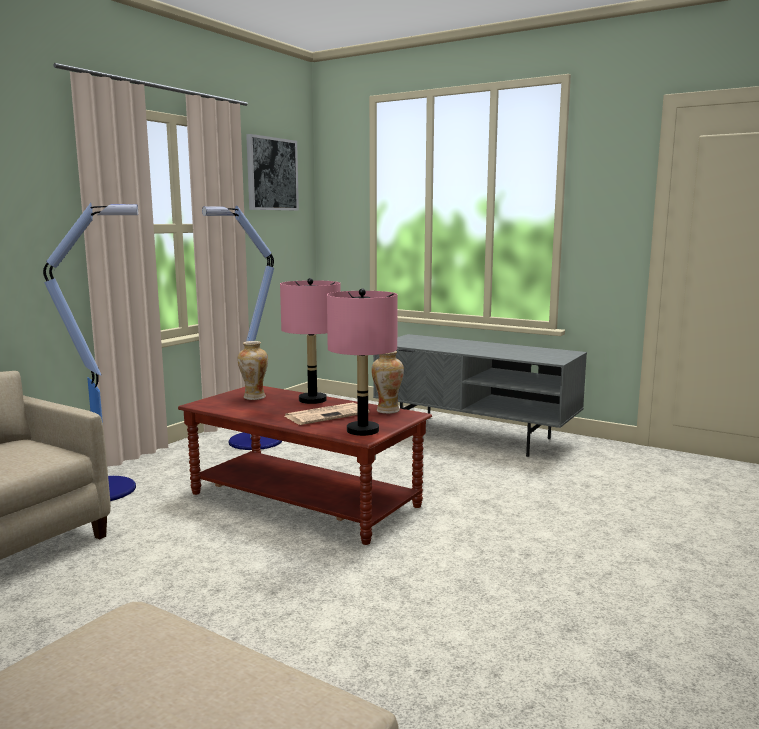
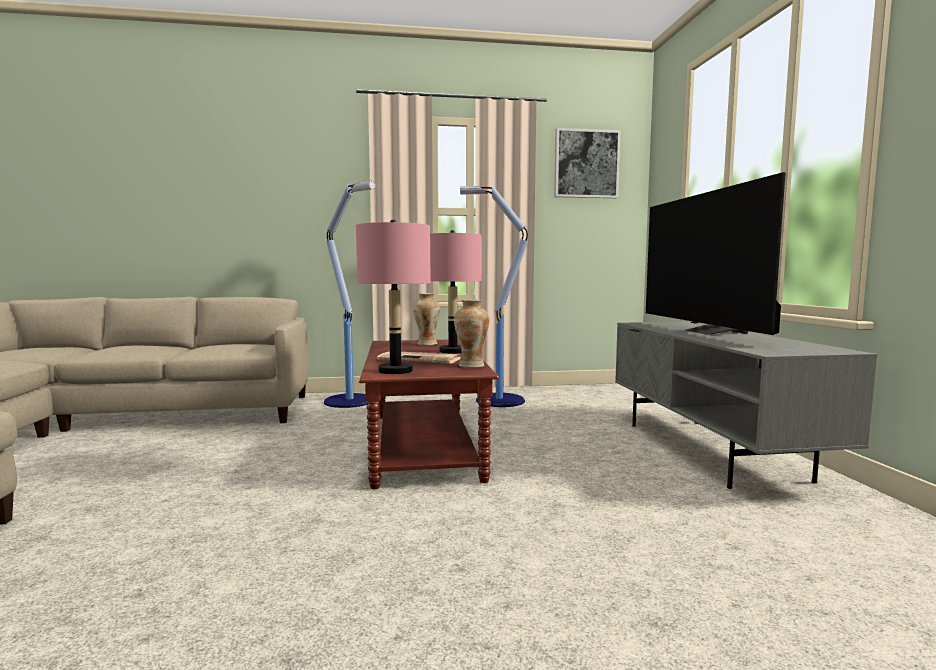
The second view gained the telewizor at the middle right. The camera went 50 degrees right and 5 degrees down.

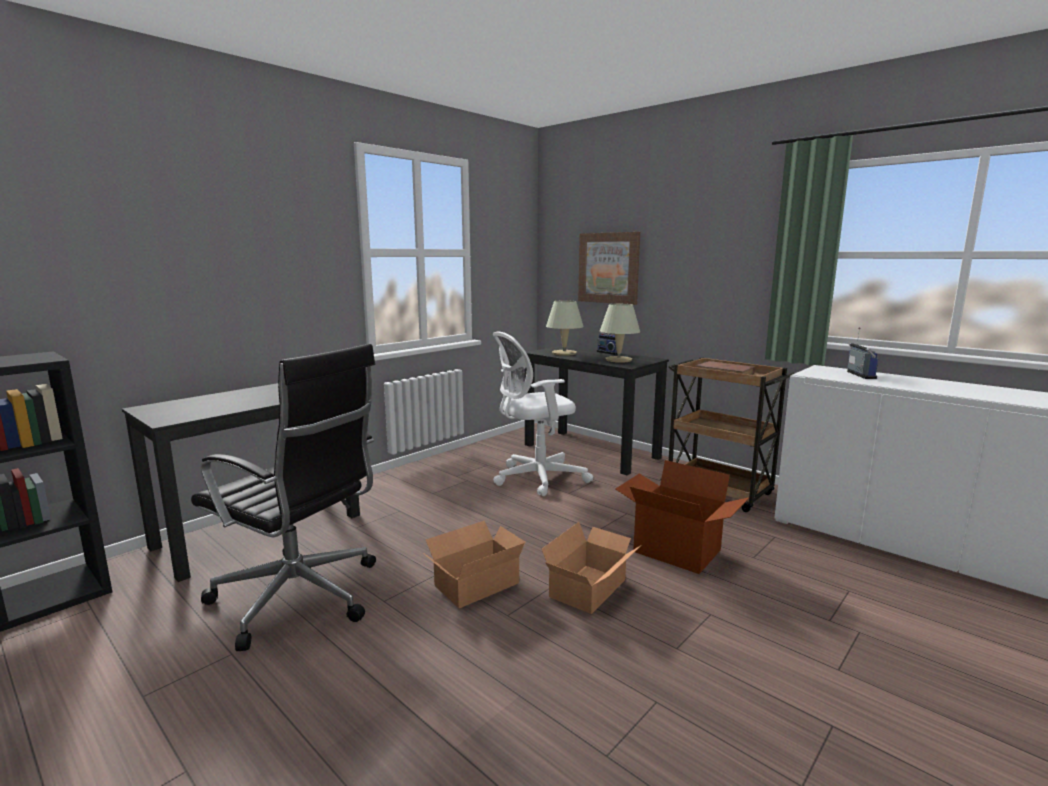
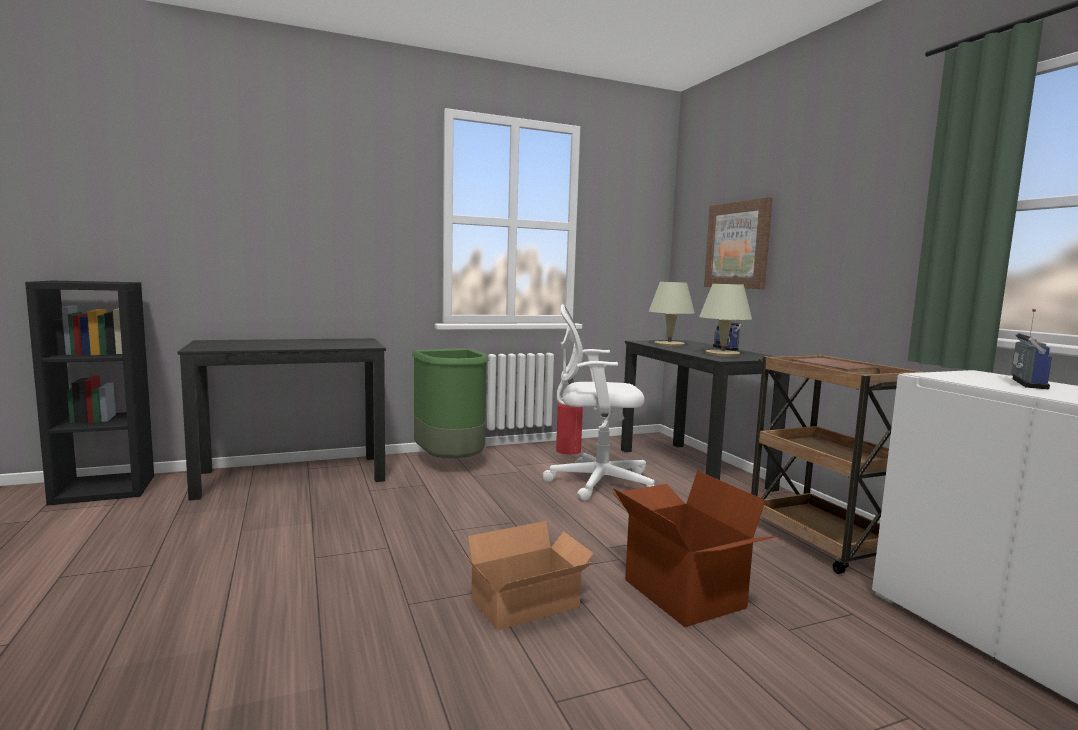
The second view lost the krzesło biurowe (czarny) at the middle left. The second view lost the karton (1st from left) at the bottom centre. The second view gained the kosz na śmieci (zielony) at the centre. The second view gained the gaśnica at the centre. The camera went 25 degrees right and 5 degrees down.

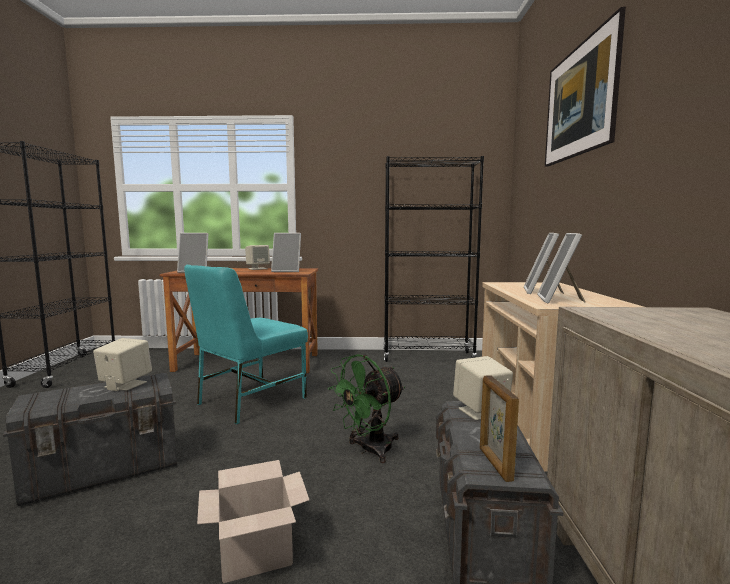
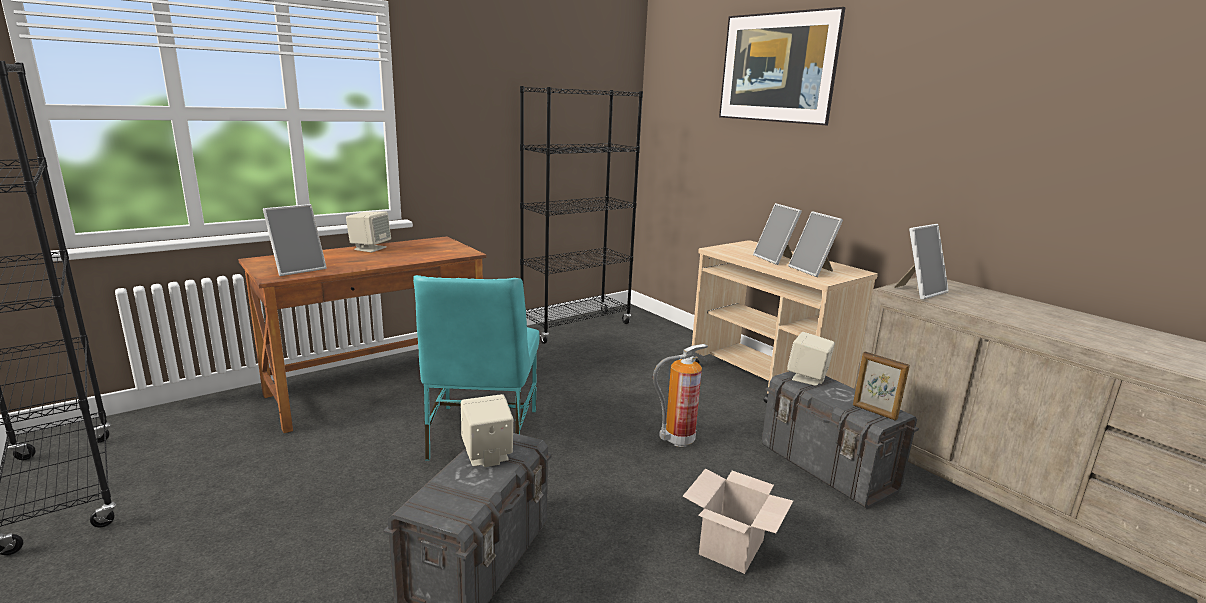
The ramka na zdjęcie (2nd from left in the first image) ended up elsewhere, having gone from the centre to the middle right. Where the wentylator (zielony) stood at the bottom centre, the gaśnica came to stand at the centre. The camera went 40 degrees left and 10 degrees up.

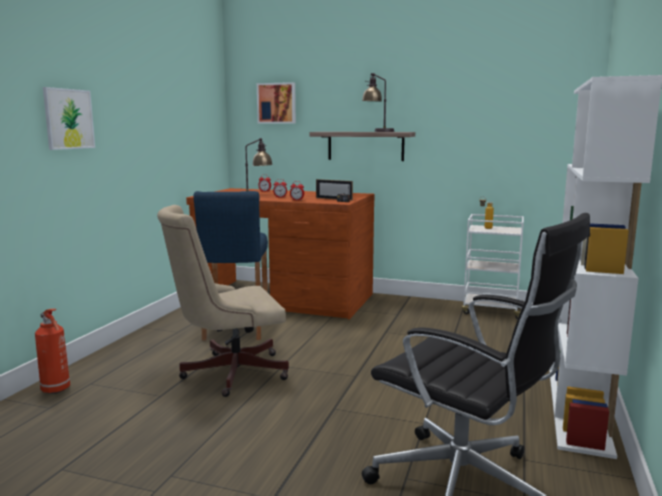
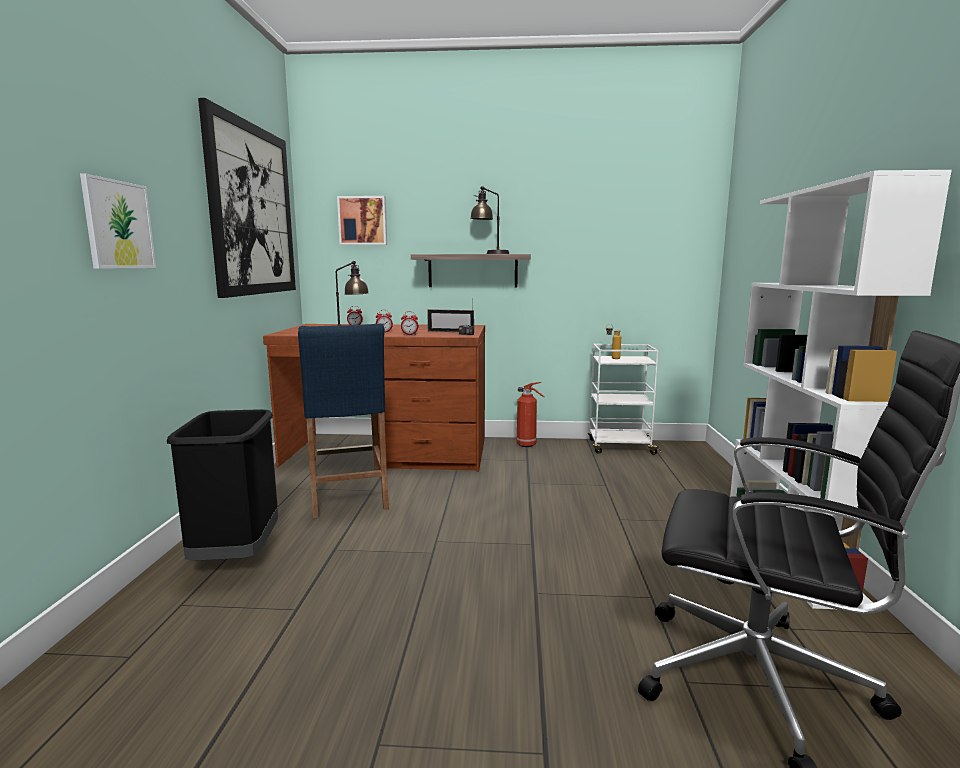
The second view lost the krzesło biurowe (beżowy) at the centre. The second view gained the kosz na śmieci (czarny) at the middle left. The second view gained the obraz (2nd from left) at the top left. The gaśnica ended up elsewhere, having gone from the bottom left to the centre. The camera went 15 degrees left and 0 degrees up.

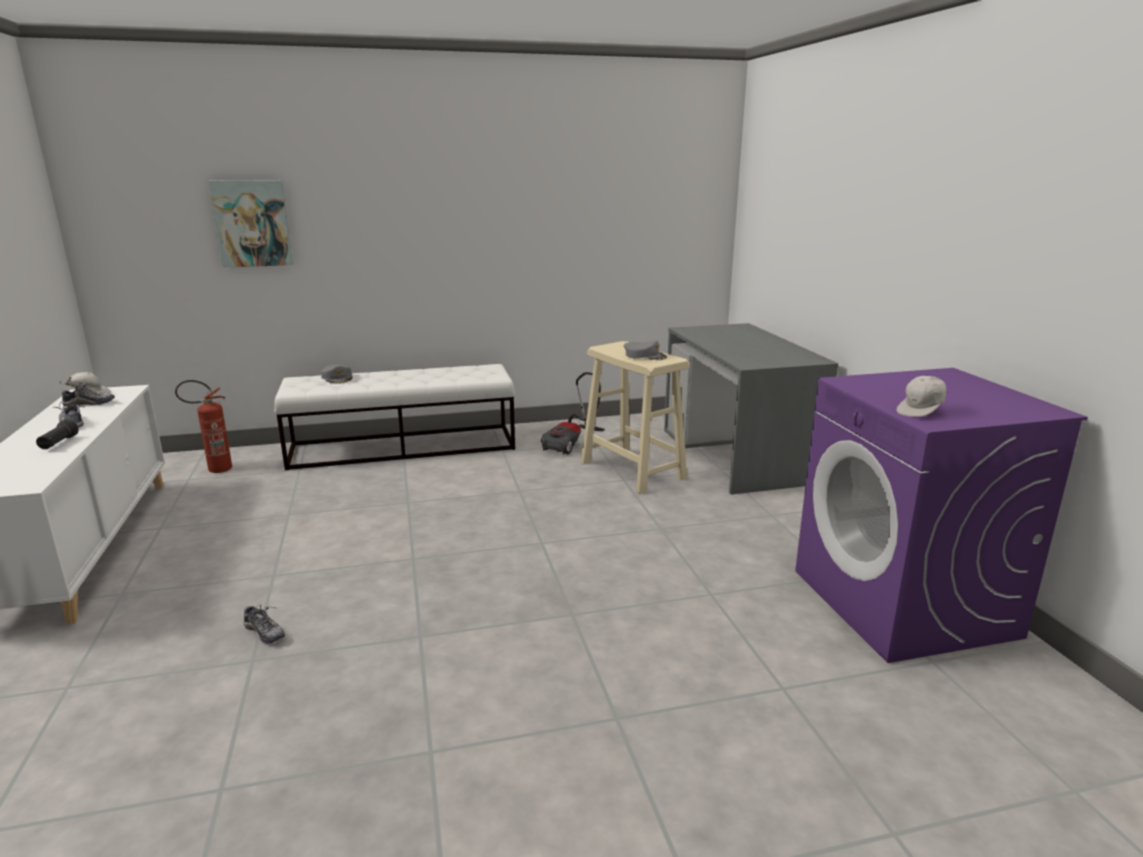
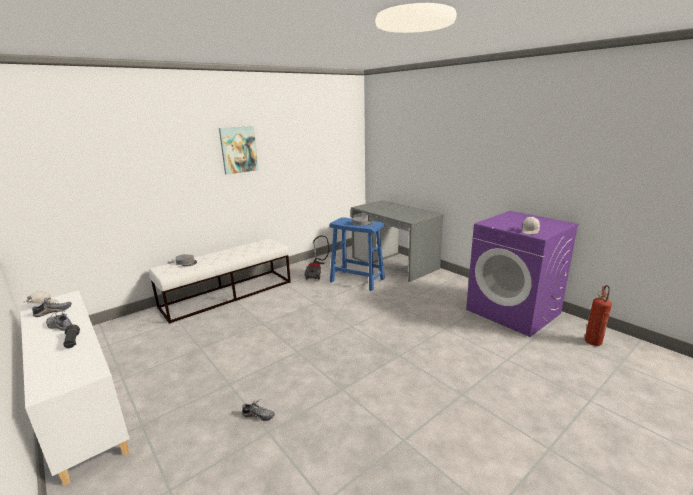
The gaśnica ended up elsewhere, having gone from the middle left to the middle right. The obraz ended up elsewhere, having gone from the top left to the top centre. What was the stołek (beżowy) at the centre turned into the stołek (niebieski) at the centre. The camera went 25 degrees left and 0 degrees up.

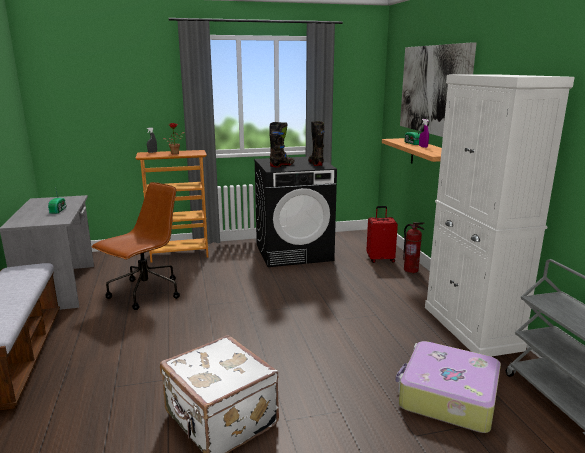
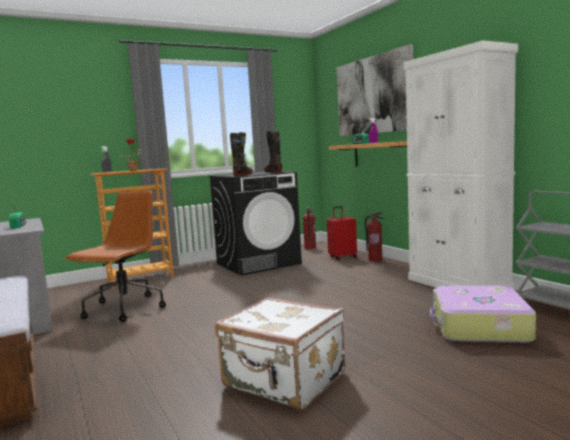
The second view gained the gaśnica (1st from left) at the centre. The camera went 15 degrees left and 10 degrees down.

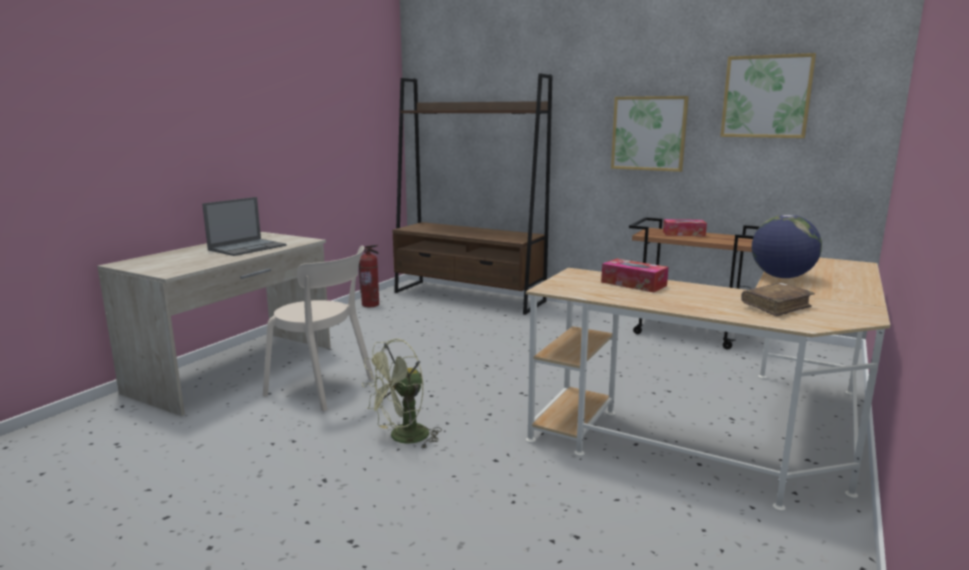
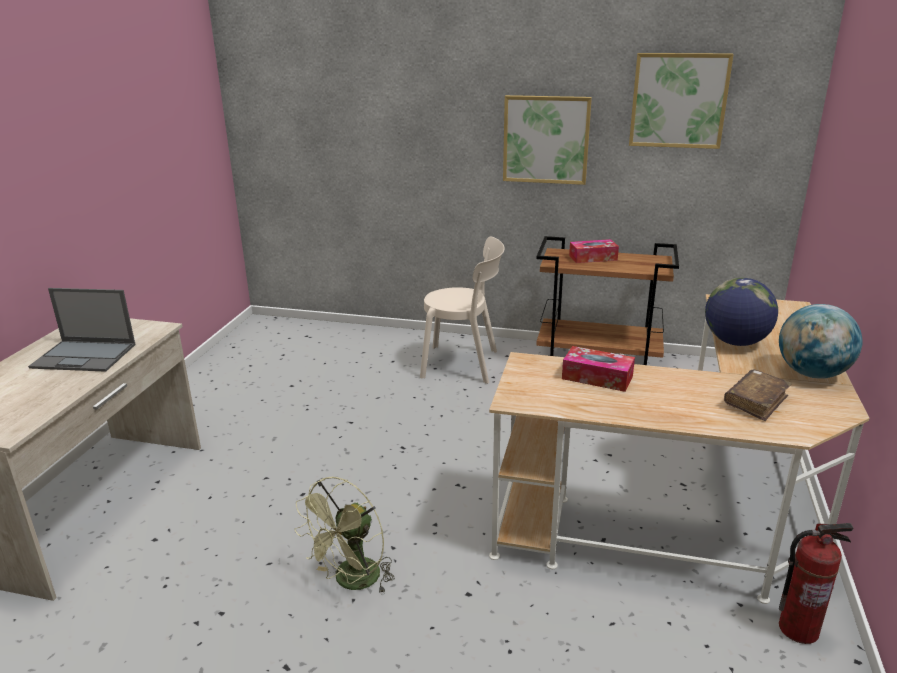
The second view lost the regał (brązowy) at the centre. The second view gained the globus (2nd from left) at the middle right. The krzesło (beżowy) ended up elsewhere, having gone from the middle left to the centre. The gaśnica ended up elsewhere, having gone from the centre to the bottom right. The laptop at the middle left ended up facing another way, 75 degrees clockwise from before. The camera went 15 degrees left and 10 degrees up.

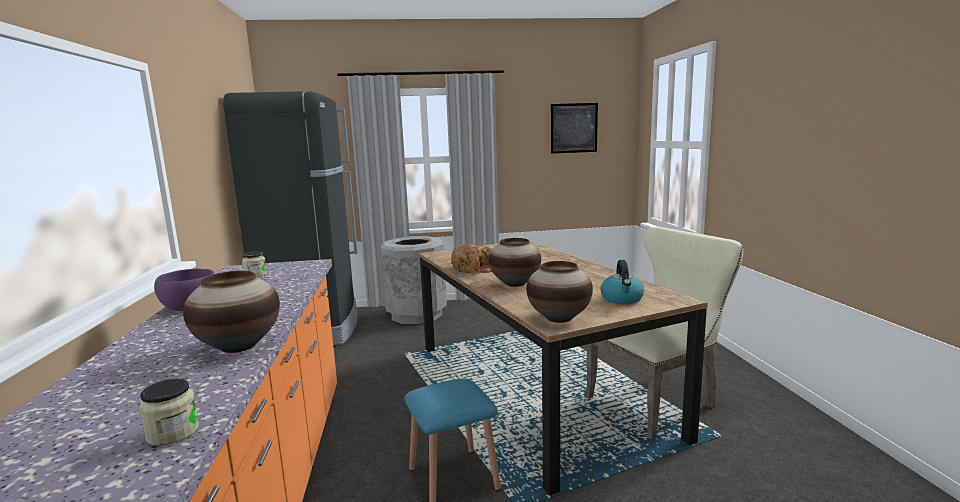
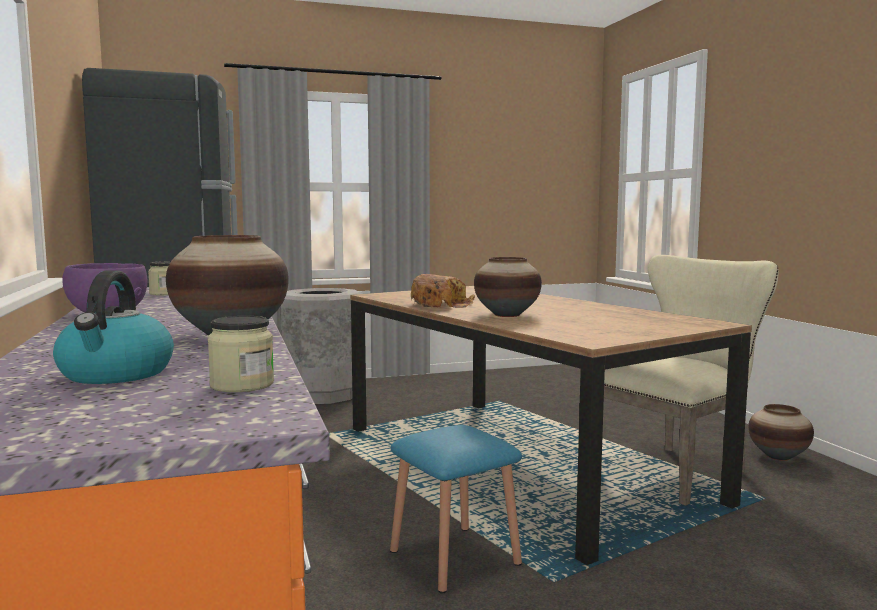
The second view lost the obraz at the top centre. The wazon (3rd from left) ended up elsewhere, having gone from the centre to the bottom right. The czajnik ended up elsewhere, having gone from the centre to the middle left. The camera went 10 degrees left and 5 degrees down.

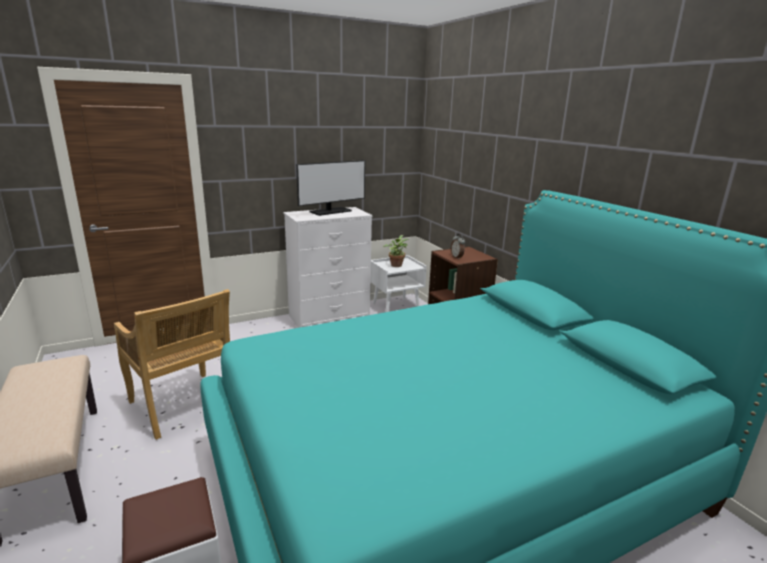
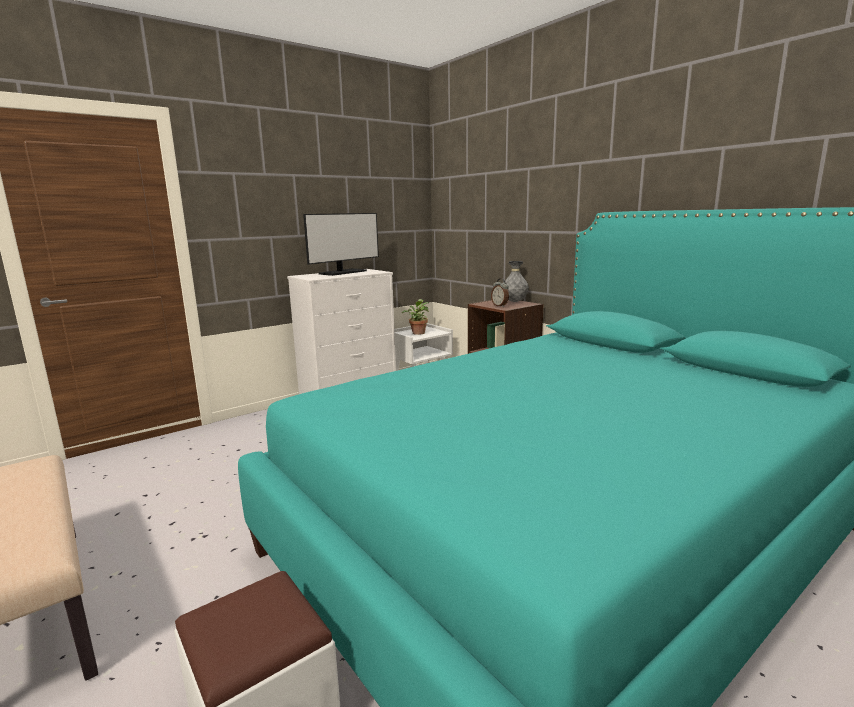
The second view lost the krzesło (beżowy) at the middle left. The second view gained the wazon (szary) at the centre. The camera went 10 degrees left and 5 degrees down.

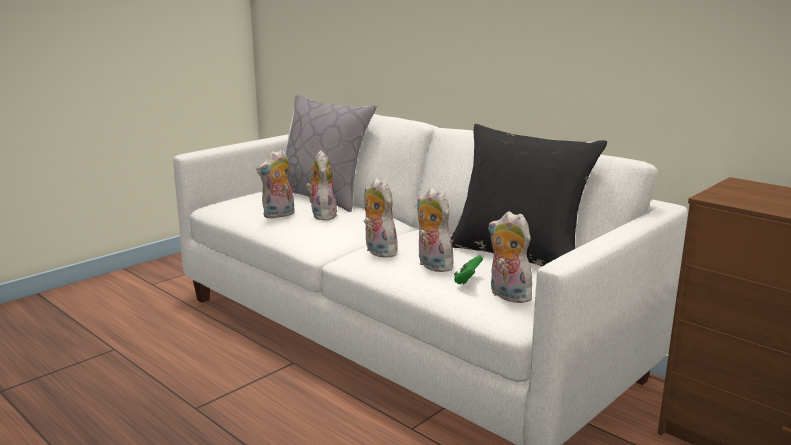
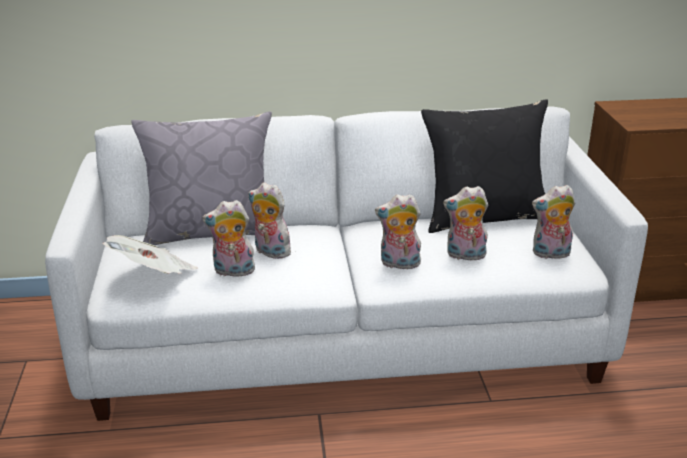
The second view lost the pad do gier (zielony) at the centre. The second view gained the gazeta at the middle left. The pluszak (1st from left) at the centre ended up facing another way, 90 degrees clockwise from before. The camera went 50 degrees left and 10 degrees up.

